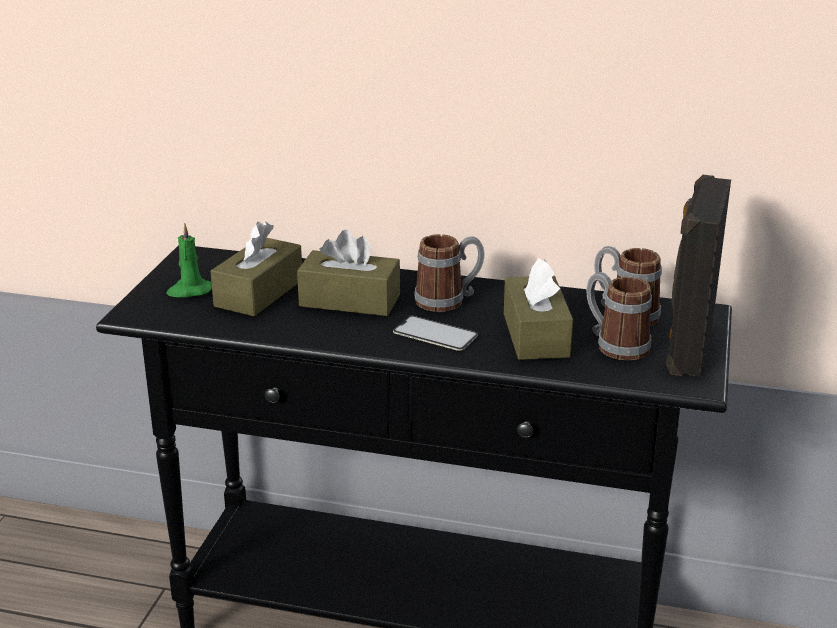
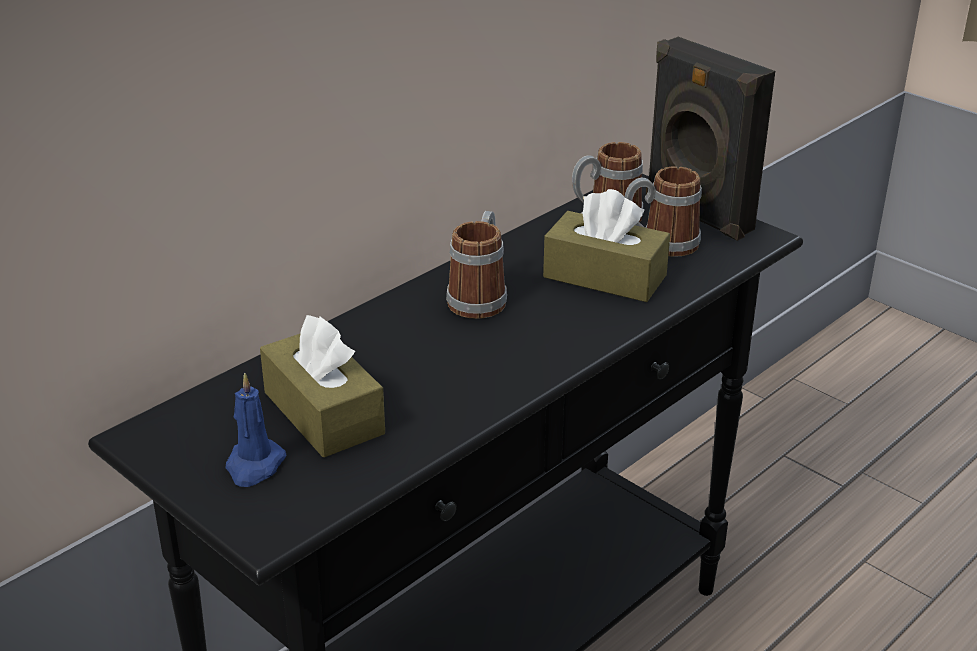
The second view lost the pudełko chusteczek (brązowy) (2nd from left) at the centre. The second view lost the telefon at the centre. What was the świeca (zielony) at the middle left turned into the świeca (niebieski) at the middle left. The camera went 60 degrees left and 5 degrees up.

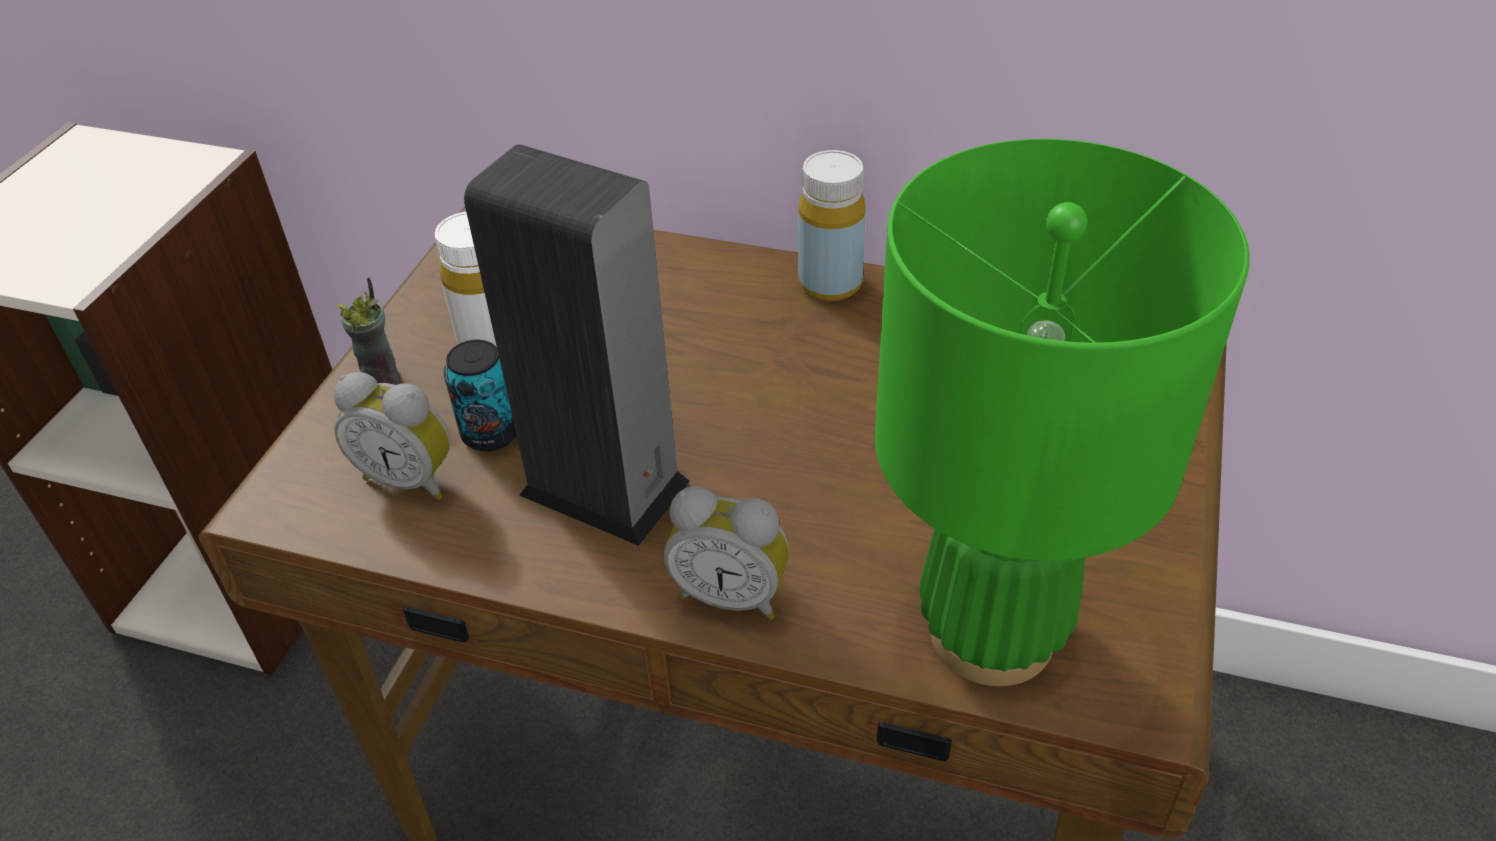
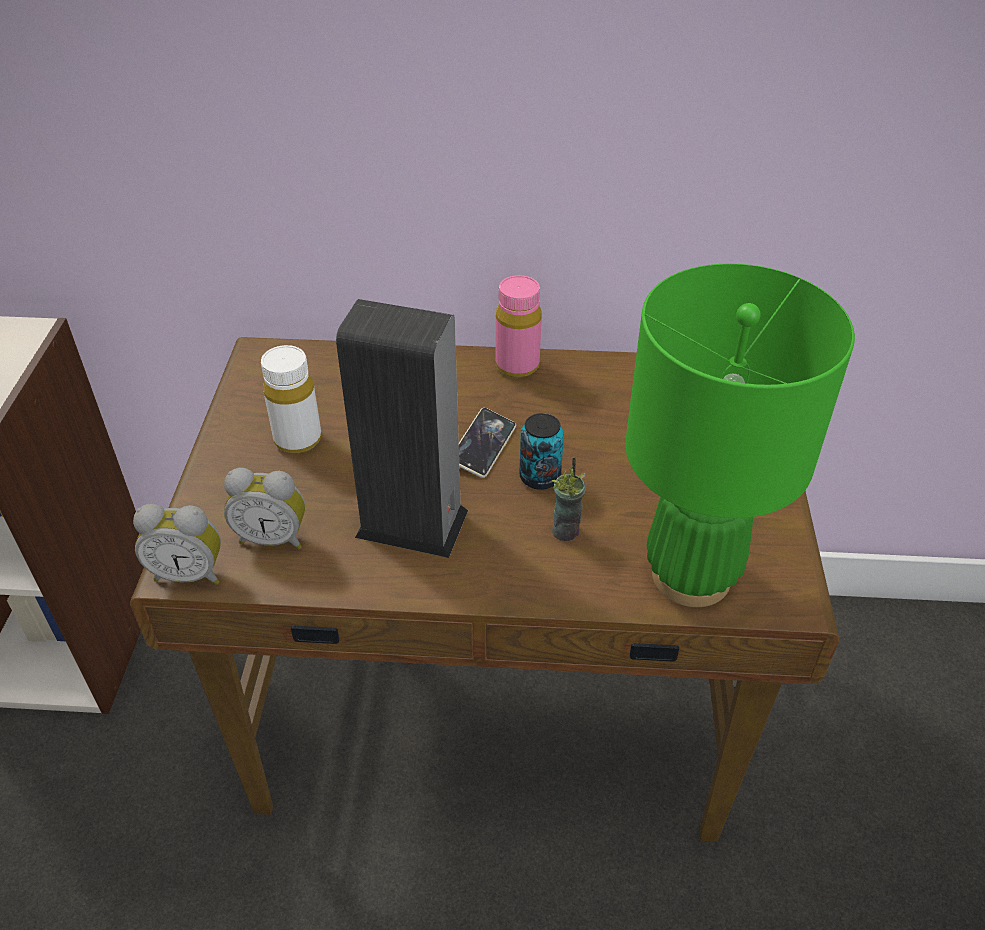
The second view gained the telefon at the centre. The filiżanka ended up elsewhere, having gone from the middle left to the centre. The puszka ended up elsewhere, having gone from the middle left to the centre. The budzik (2nd from left in the first image) ended up elsewhere, having gone from the centre to the middle left. What was the butelka (żółty) at the top centre turned into the butelka (różowy) at the centre. The camera went 15 degrees left and 0 degrees up.

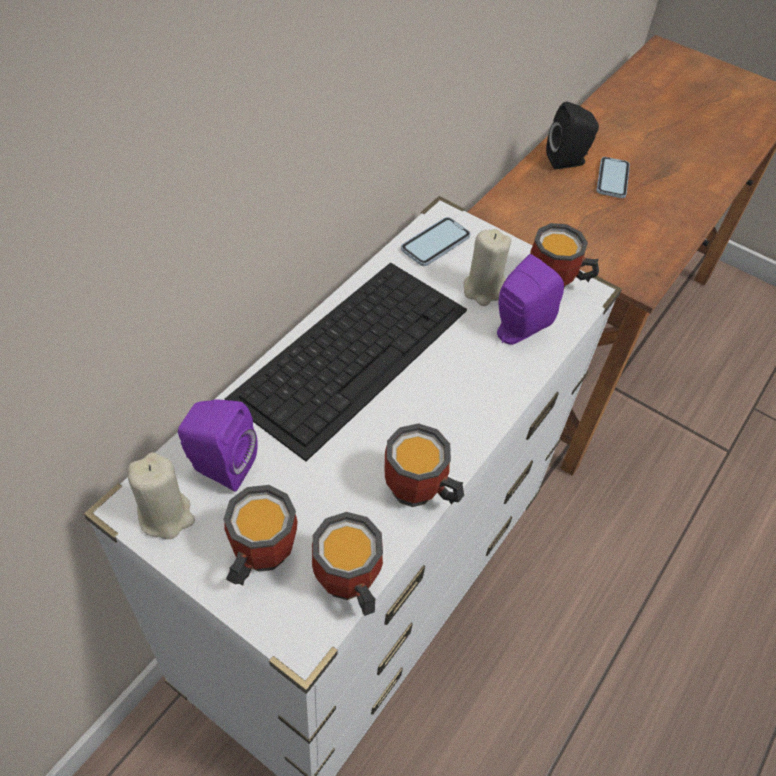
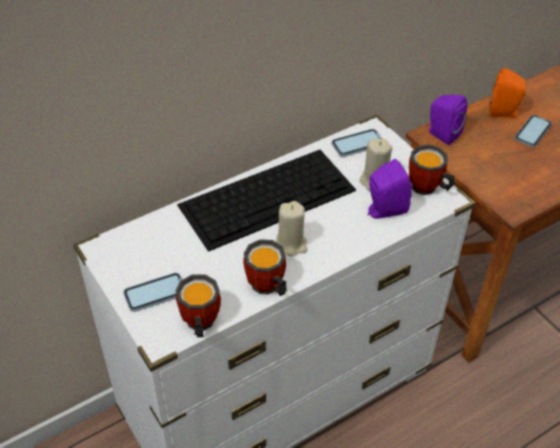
The świeca (beżowy) (1st from left) ended up elsewhere, having gone from the middle left to the centre. The głośnik (fioletowy) (1st from left in the first image) ended up elsewhere, having gone from the middle left to the top right. Where the kubek (1st from left) stood at the bottom centre, the telefon (1st from left) came to stand at the middle left. What was the głośnik (czarny) at the top right turned into the głośnik (pomarańczowy) at the top right. The camera went 25 degrees right and 5 degrees down.

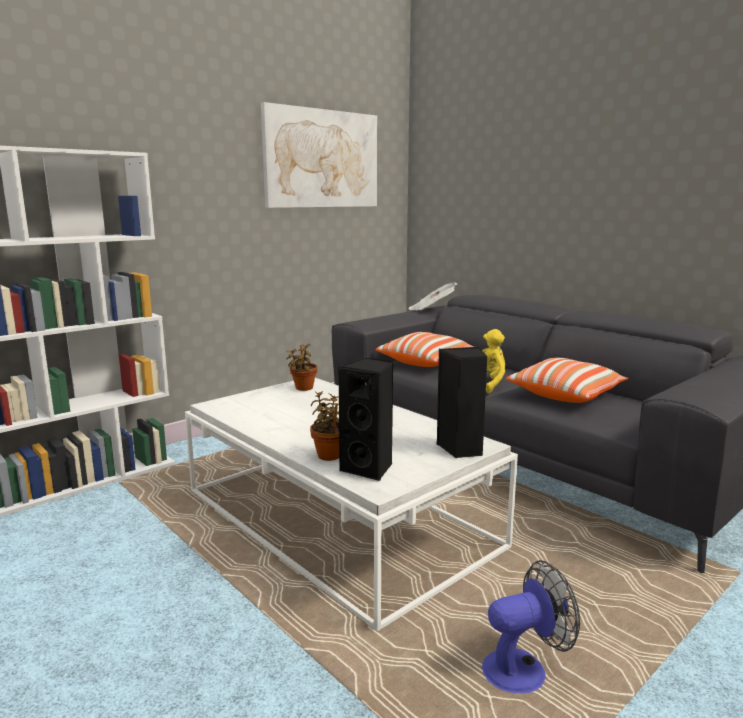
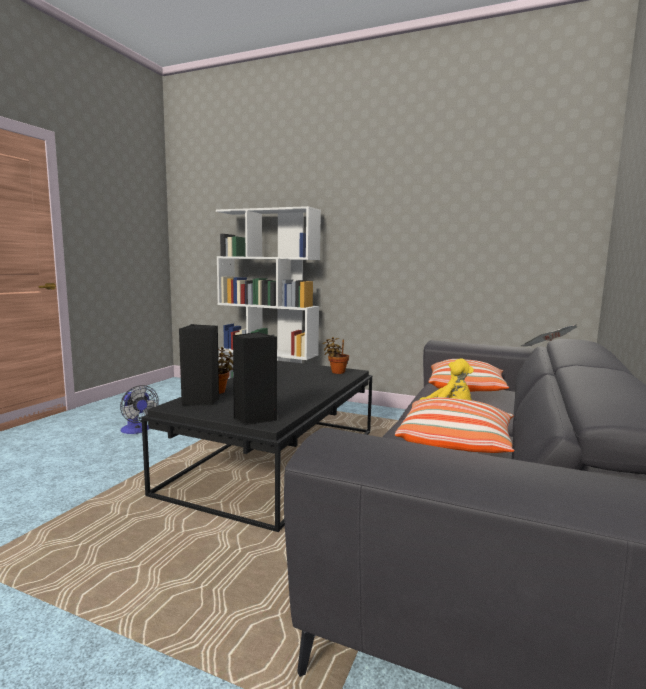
The second view lost the obraz at the top centre. The wentylator ended up elsewhere, having gone from the bottom right to the middle left. What was the ława (biały) at the bottom centre turned into the ława (czarny) at the centre. The camera went 65 degrees right and 5 degrees down.

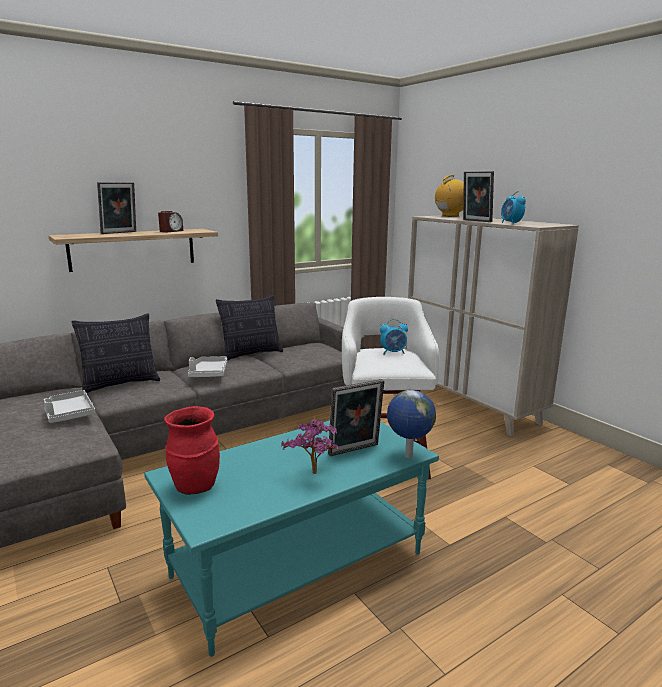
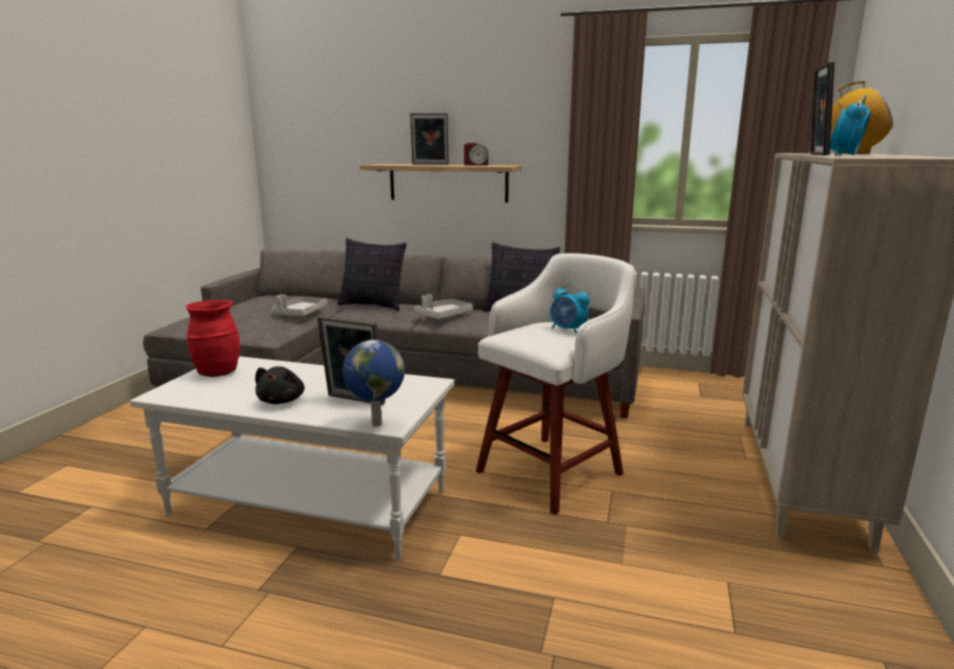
Where the roślina doniczkowa stood at the centre, the pluszak (czarny) came to stand at the middle left. What was the ława (turkusowy) at the bottom centre turned into the ława (biały) at the bottom left. The camera went 50 degrees right and 0 degrees up.

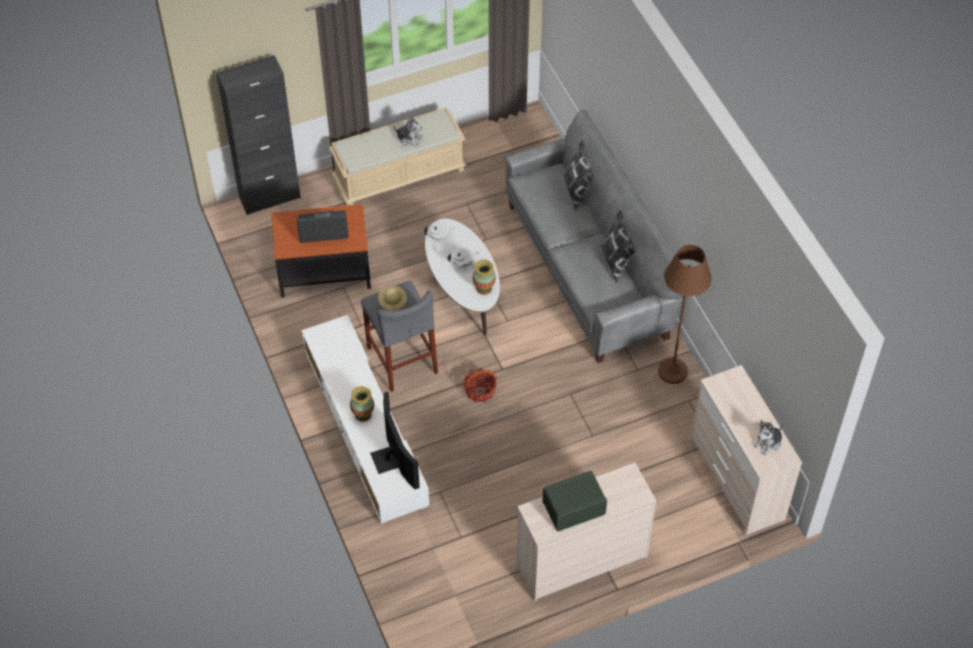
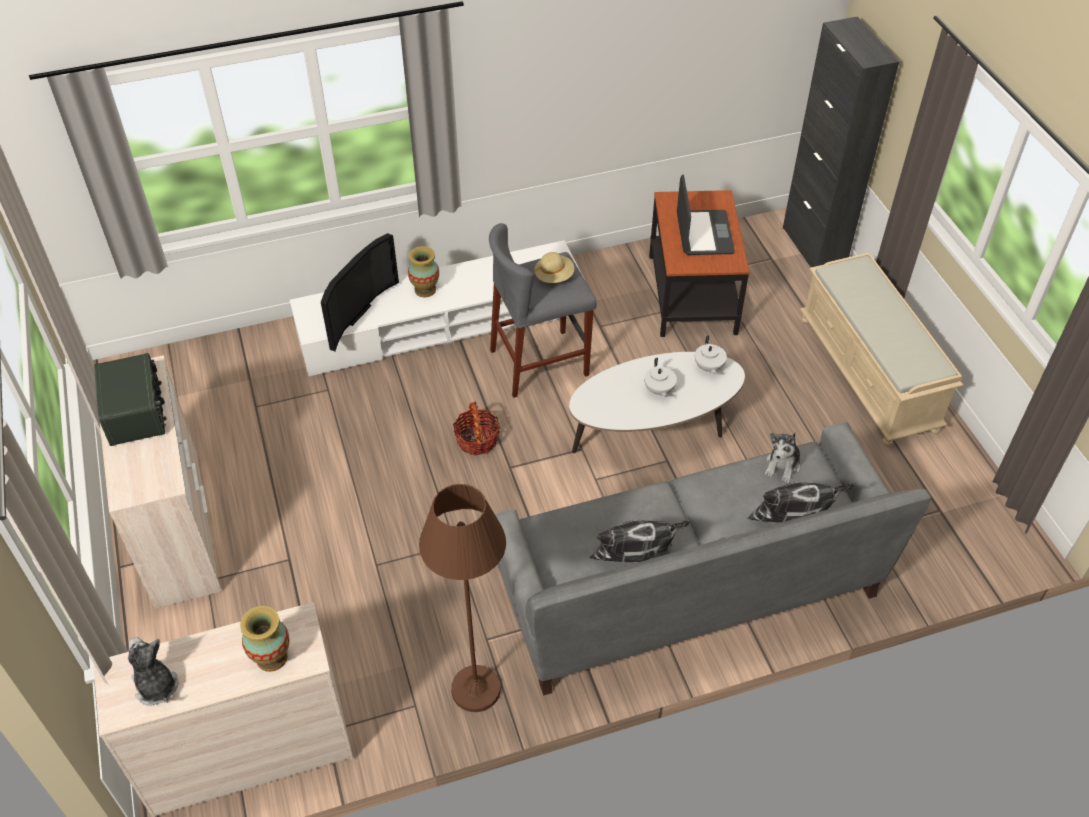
The pluszak (1st from left in the first image) ended up elsewhere, having gone from the top centre to the middle right. The wazon (2nd from left in the first image) ended up elsewhere, having gone from the centre to the bottom left. The telewizor at the bottom centre ended up facing another way, 45 degrees counterclockwise from before. The camera went 95 degrees right and 5 degrees down.

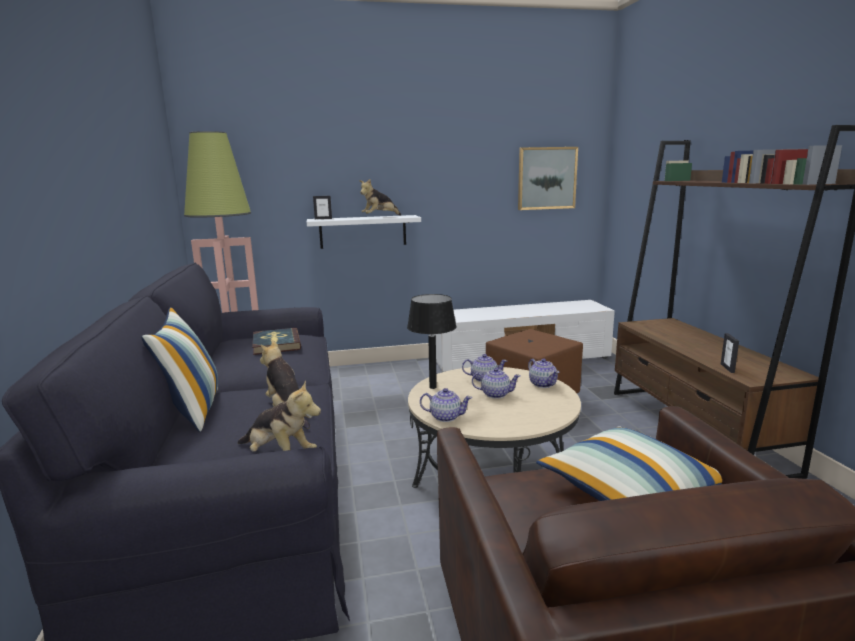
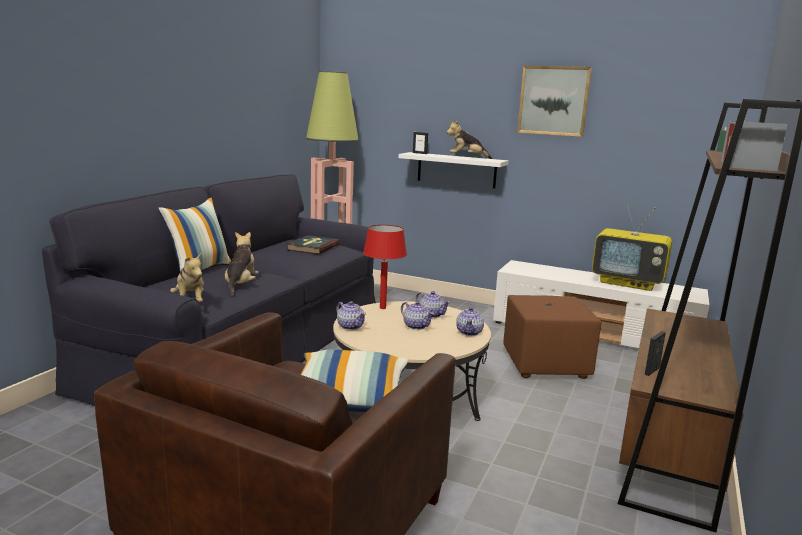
The second view gained the telewizor at the middle right. The obraz ended up elsewhere, having gone from the top centre to the top right. What was the lampa stołowa (czarny) at the centre turned into the lampa stołowa (czerwony) at the centre. The camera went 35 degrees right and 0 degrees up.

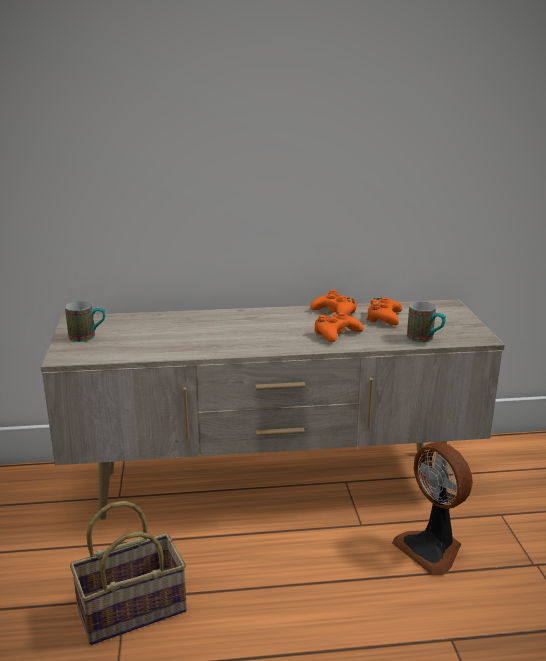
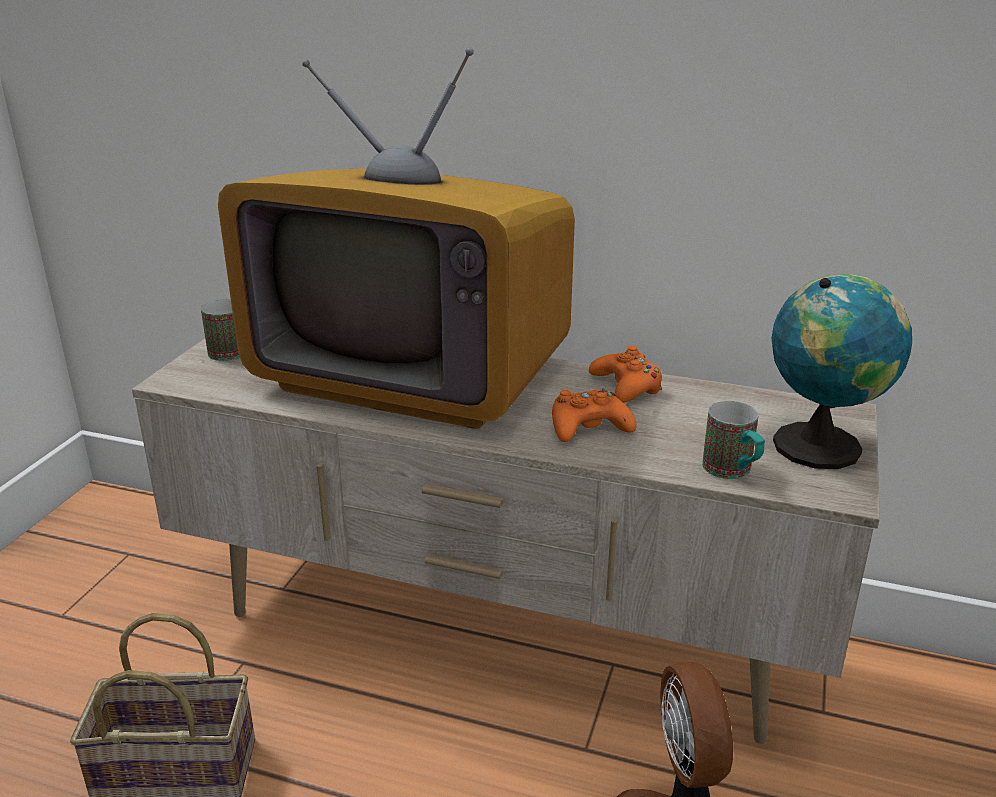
The second view lost the pad do gier (pomarańczowy) (3rd from left) at the middle right. The second view gained the telewizor at the top centre. The second view gained the globus at the middle right. The camera went 25 degrees right and 5 degrees up.

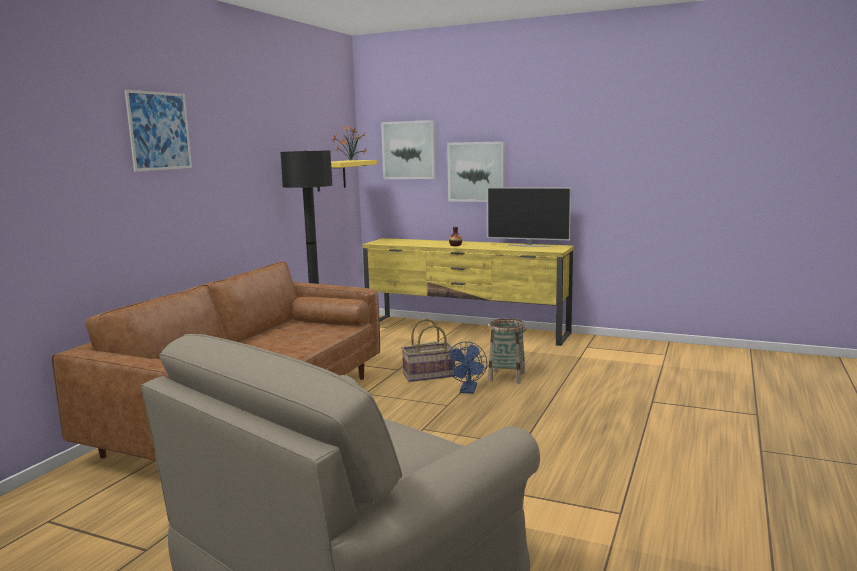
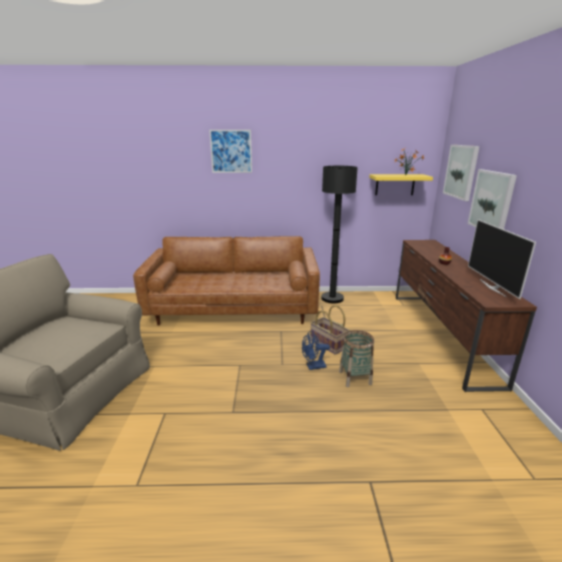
What was the szafka pod telewizor (żółty) at the centre turned into the szafka pod telewizor (brązowy) at the middle right. The camera went 65 degrees right and 10 degrees up.

